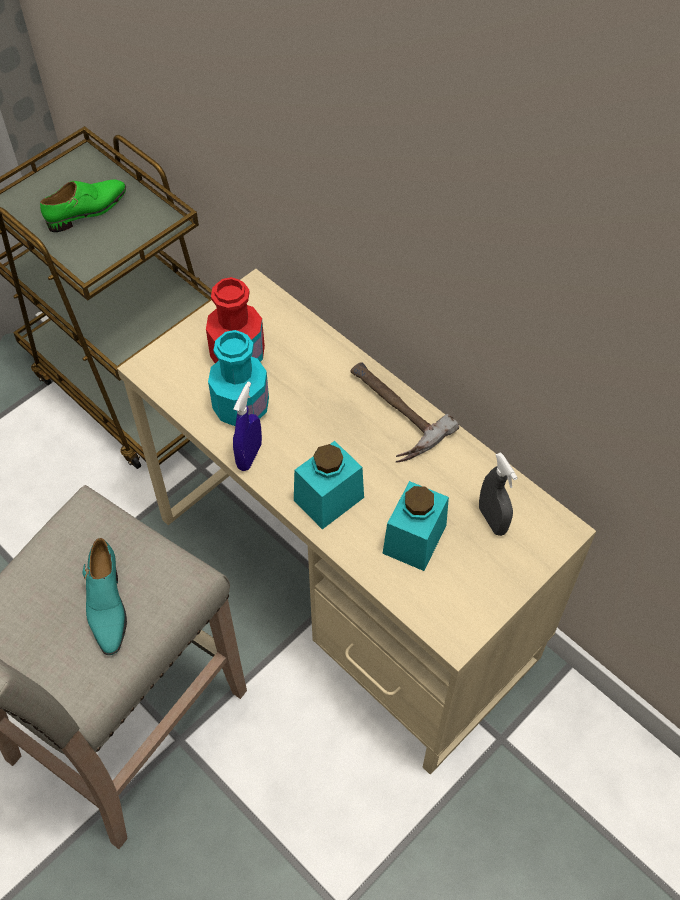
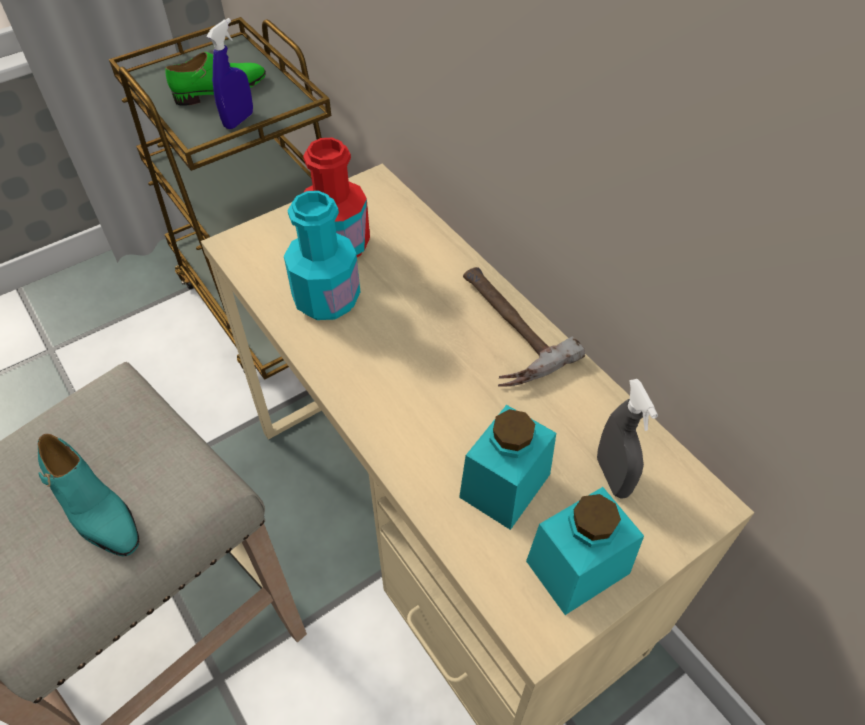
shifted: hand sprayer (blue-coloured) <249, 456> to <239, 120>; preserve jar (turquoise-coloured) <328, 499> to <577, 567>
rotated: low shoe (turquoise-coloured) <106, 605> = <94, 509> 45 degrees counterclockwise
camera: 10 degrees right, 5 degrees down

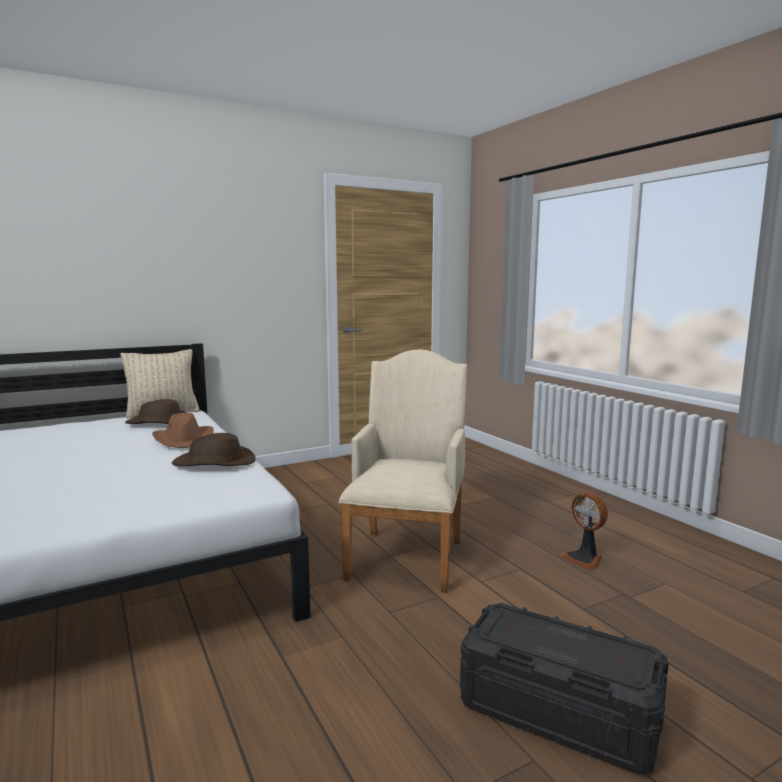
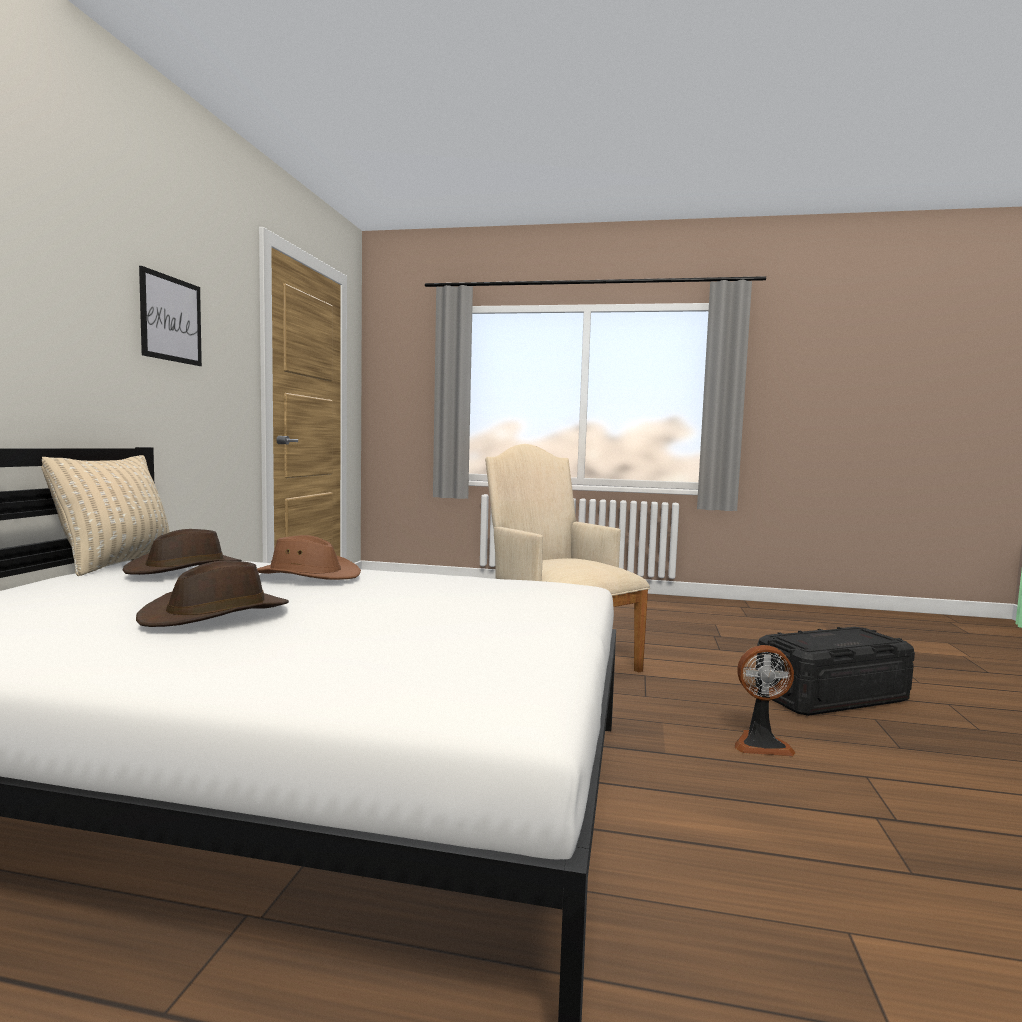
new: wall art <171, 319>
shifted: wearable hat (brown) <215, 463> to <217, 614>; electric fan <584, 559> to <760, 744>
camera: 50 degrees left, 5 degrees down

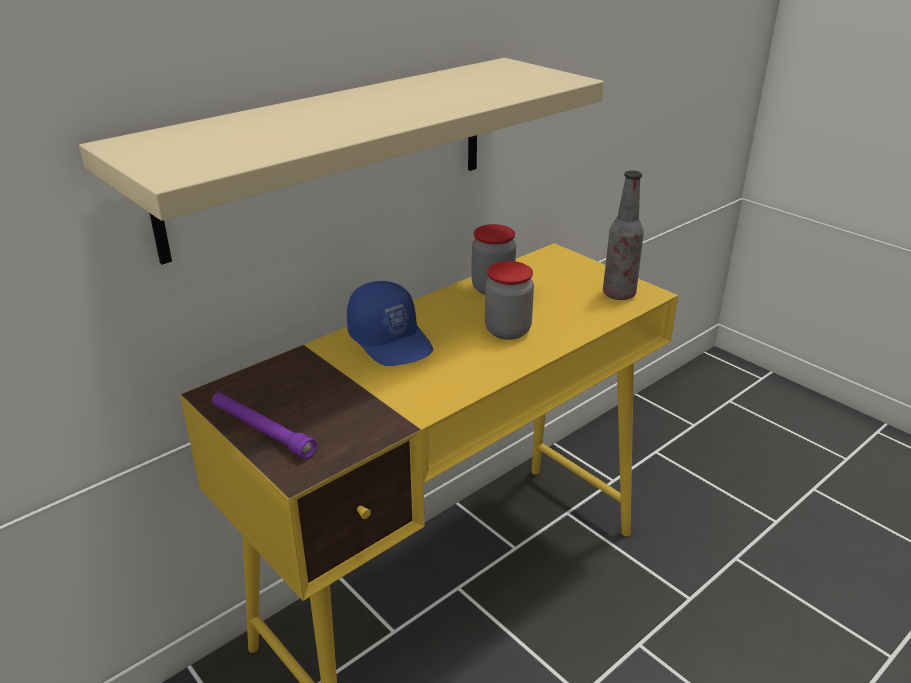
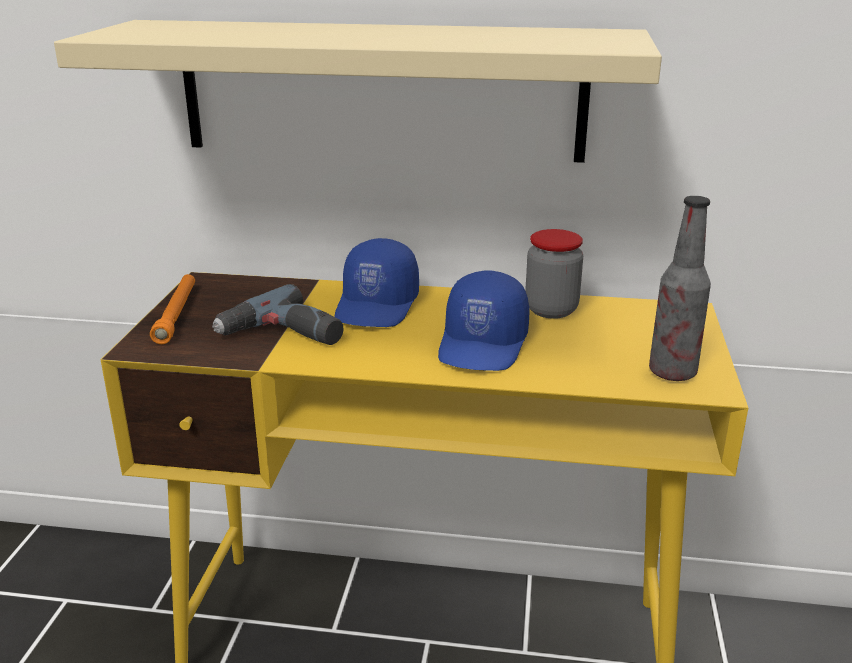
new: drill <282, 336>
swapped: preserve jar <507, 330> to cap (blue-coloured) <484, 345>
repainted: torch (purple-coloured) <262, 431> to torch (orangey) <176, 314>
camera: 50 degrees right, 5 degrees down

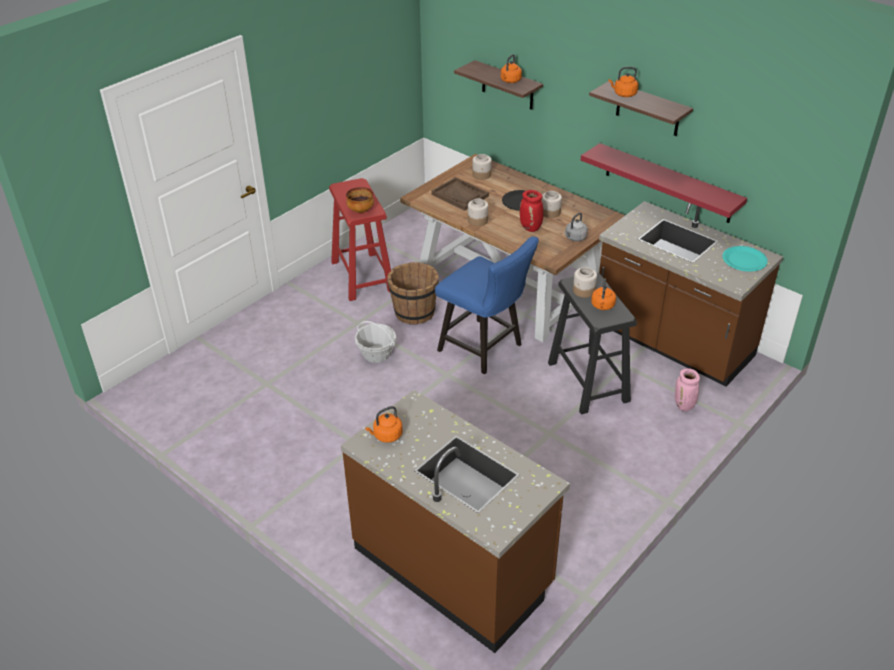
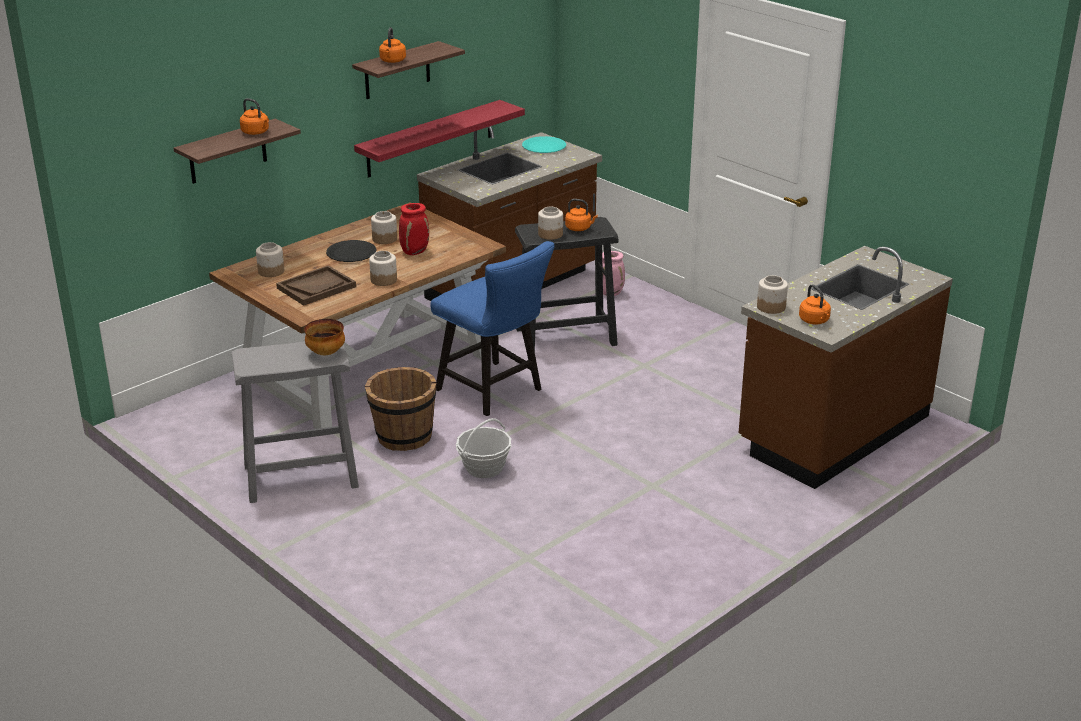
gone: kettle (greyish) <575, 238>
new: preserve jar <771, 307>
repainted: stool (red-coloured) <362, 276> to stool (greyish) <300, 476>
rotated: plain chair (blue-coloured) <485, 349> = <495, 392> 90 degrees clockwise
camera: 85 degrees left, 10 degrees down

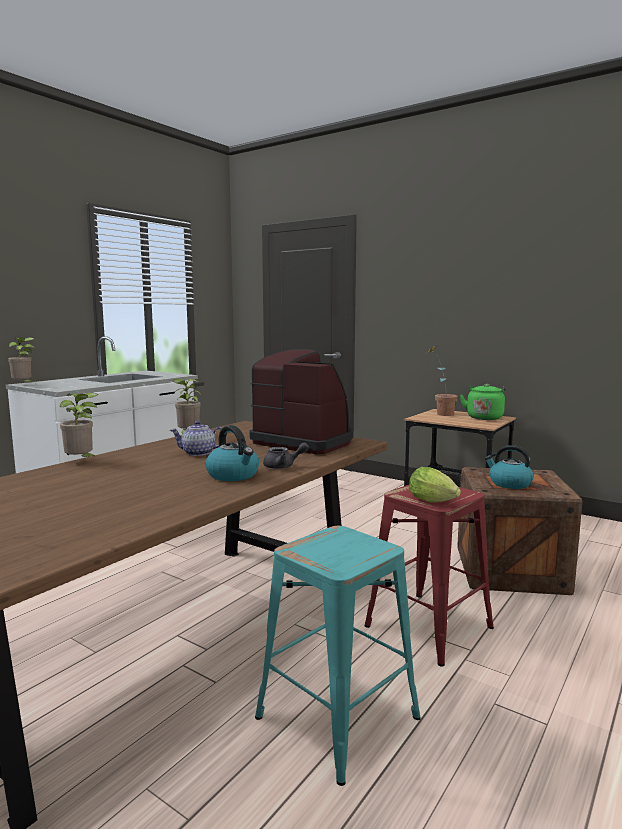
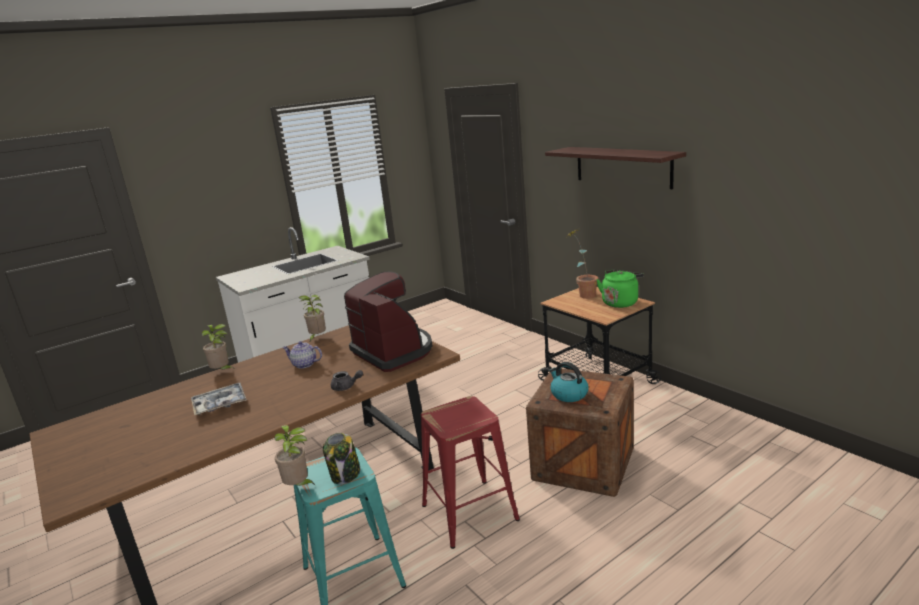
gone: kettle <233, 475>; lettuce <434, 502>
new: tray <220, 404>; preserve jar <345, 475>; shelf <622, 166>
shifted: potted plant <23, 385> to <299, 486>
camera: 20 degrees right, 10 degrees up

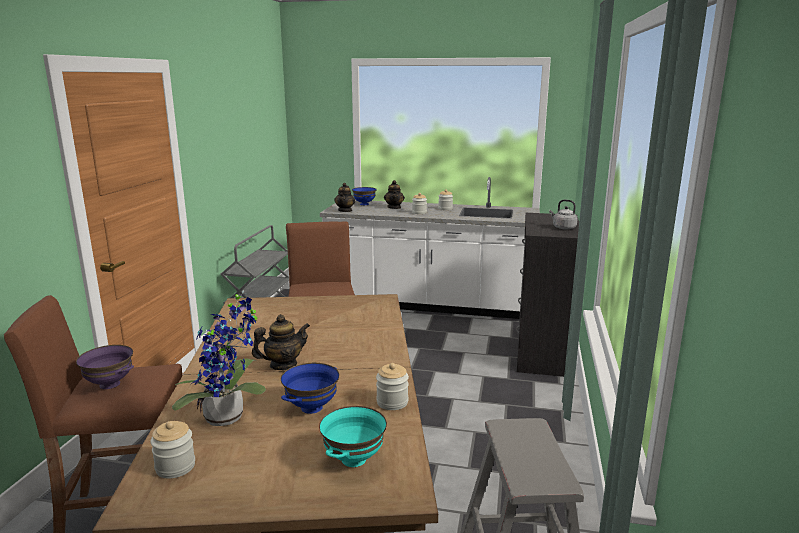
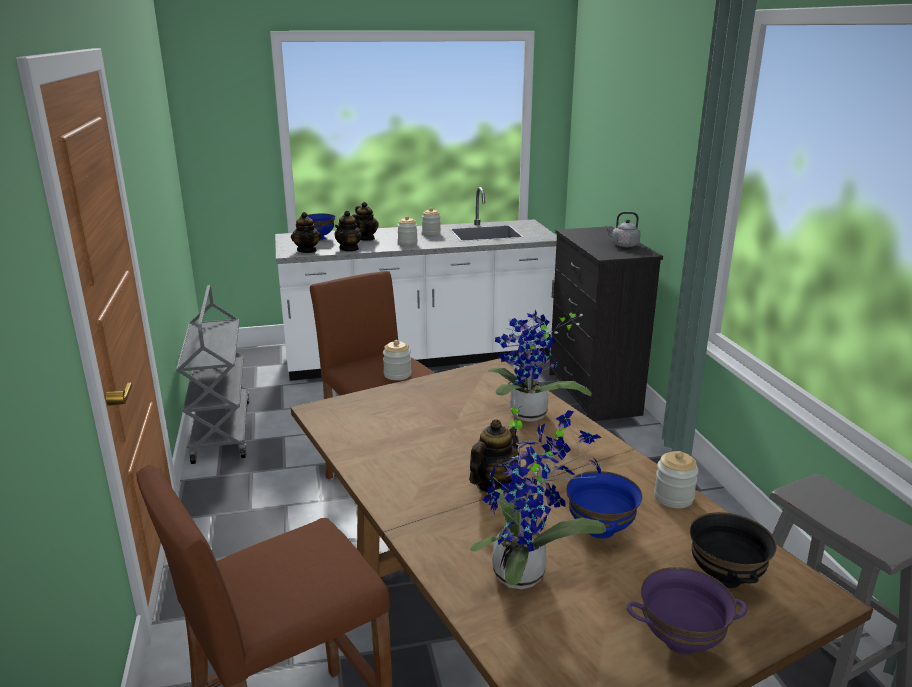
new: tea pot <349, 249>; potted plant <528, 417>
shifted: bowl (purple-coloured) <110, 384> to <681, 641>; preserve jar <175, 467> to <397, 375>
repainted: bowl (turquoise-coloured) <353, 459> to bowl (blackish) <724, 577>
camera: 25 degrees left, 5 degrees up

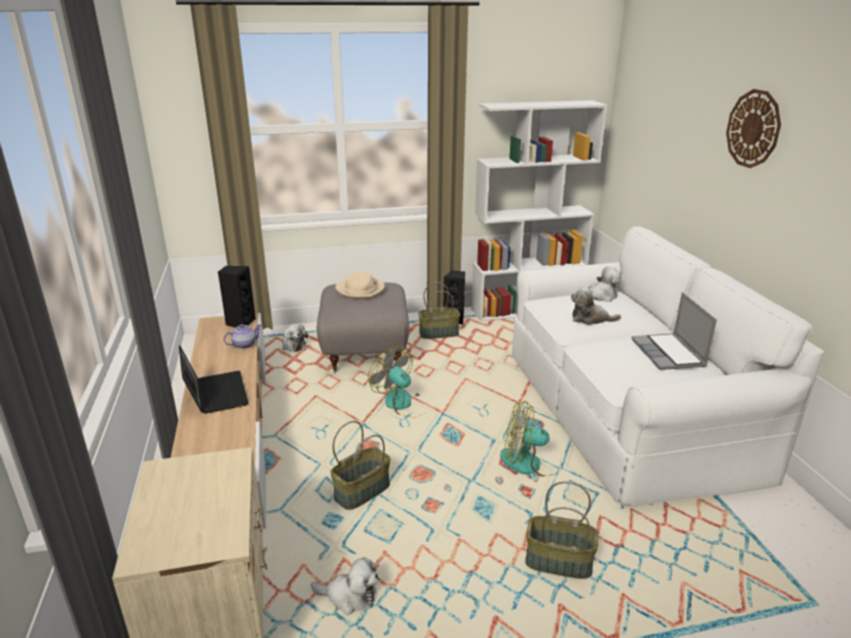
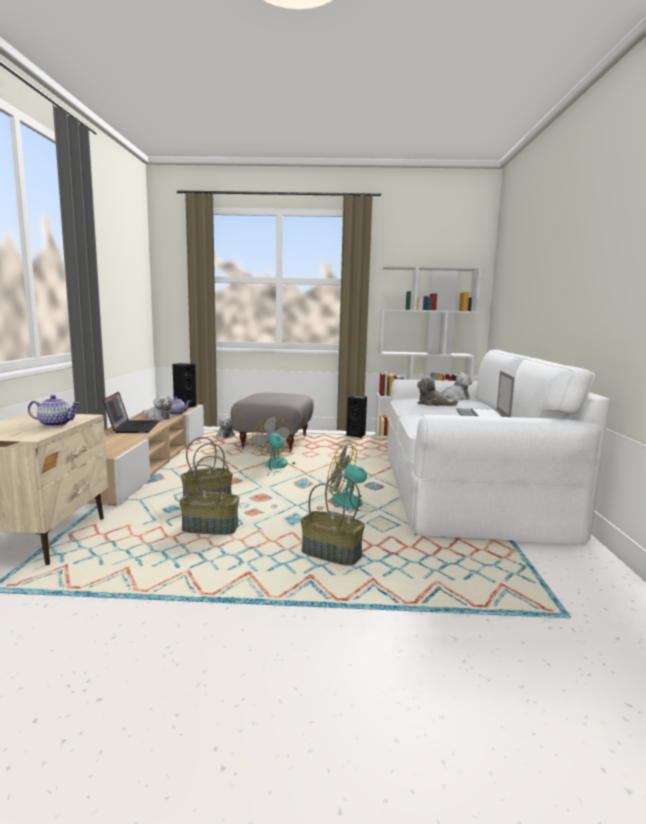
gone: wearable hat (sand-coloured) <360, 290>; clock on the wall <753, 129>
new: tea pot <55, 424>
shifted: cuddly toy <349, 597> to <158, 418>; household basket <439, 333> to <211, 528>
camera: 15 degrees right, 15 degrees down

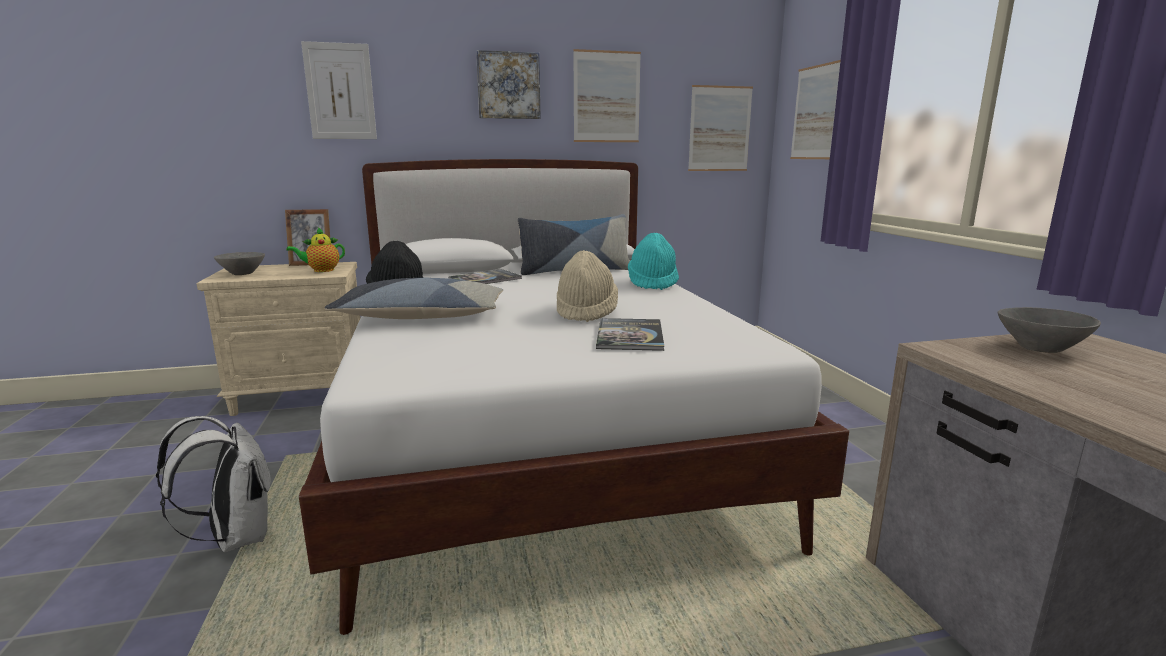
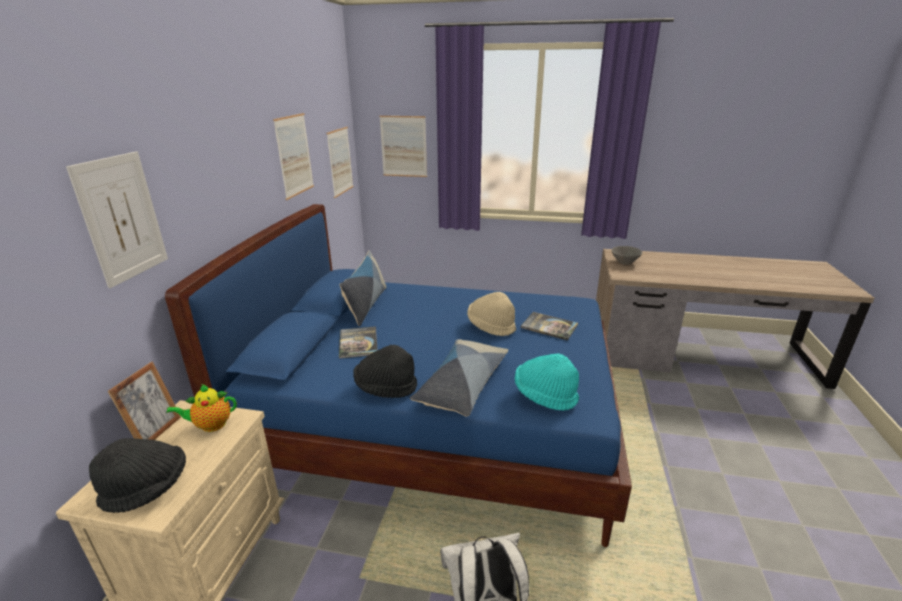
gone: wall art <508, 85>
shifted: wearable hat (turquoise-coloured) <652, 283> to <545, 396>
swapped: bowl (greyish) <243, 273> to wearable hat (blackish) <147, 489>
repainted: sleeping bed (white) <542, 440> to sleeping bed (blue-coloured) <436, 422>
rotated: tea pot <321, 270> = <211, 425> 75 degrees clockwise
camera: 65 degrees left, 10 degrees up

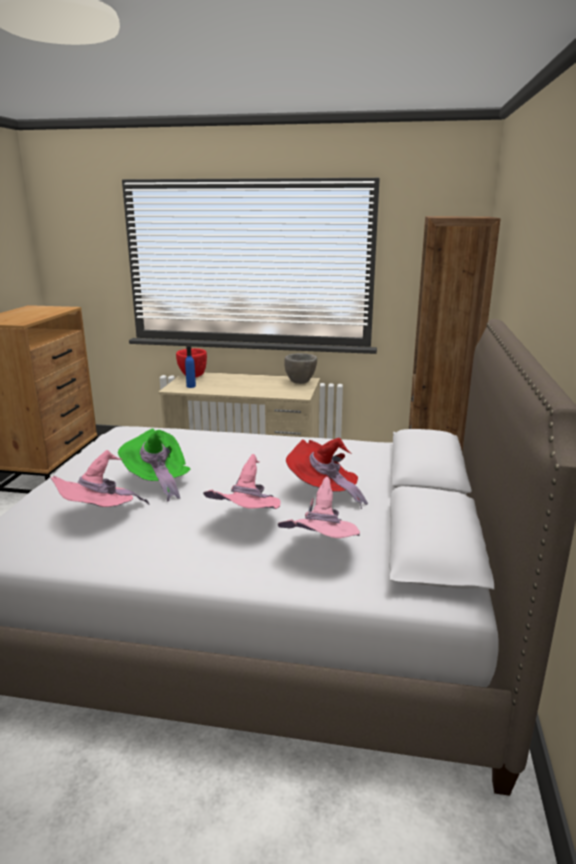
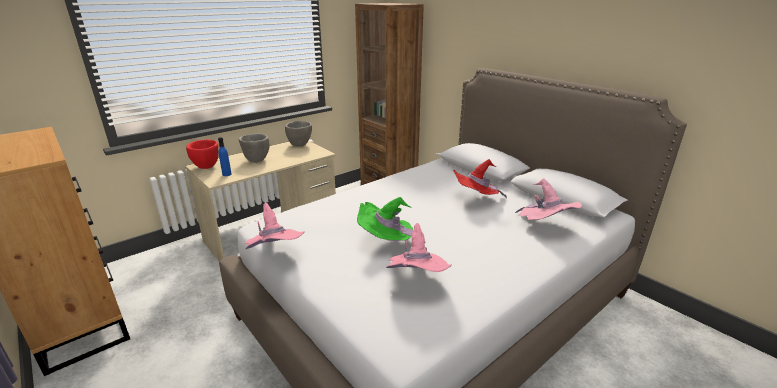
new: bowl (greyish) <256, 160>
shifted: wearable hat (pinkish) <247, 524> to <275, 255>
camera: 50 degrees left, 5 degrees up

